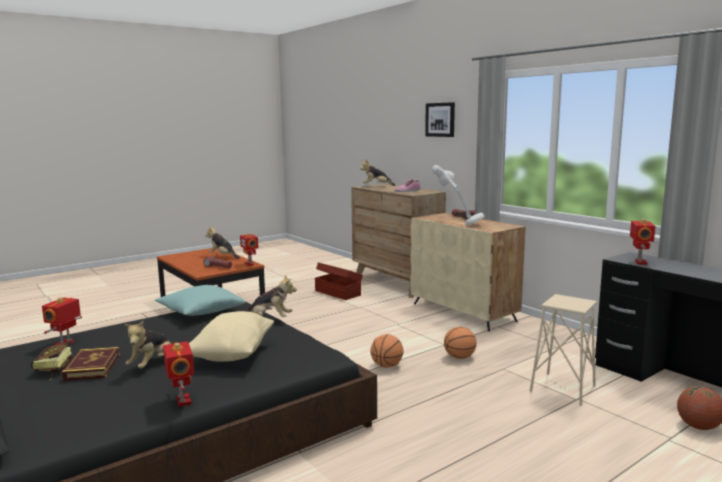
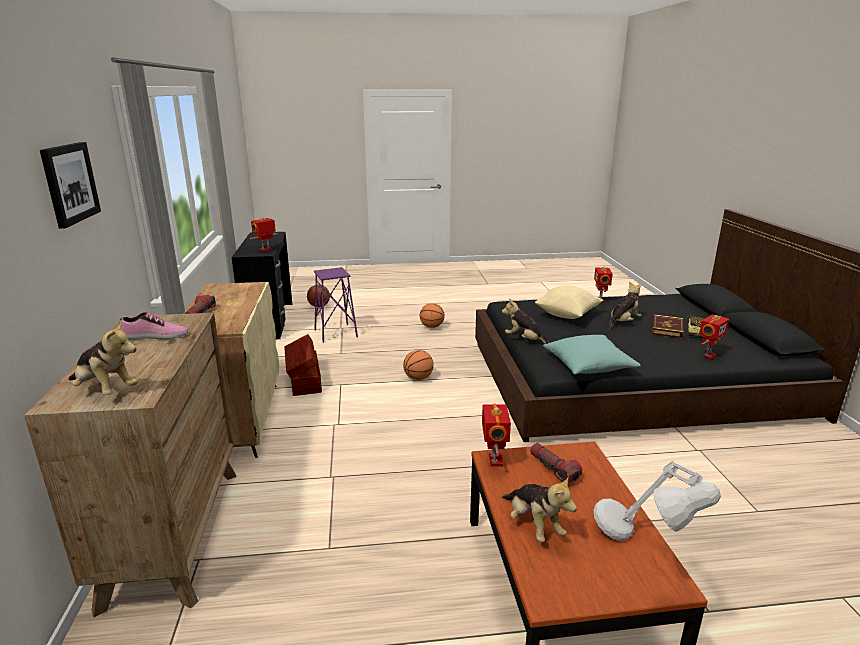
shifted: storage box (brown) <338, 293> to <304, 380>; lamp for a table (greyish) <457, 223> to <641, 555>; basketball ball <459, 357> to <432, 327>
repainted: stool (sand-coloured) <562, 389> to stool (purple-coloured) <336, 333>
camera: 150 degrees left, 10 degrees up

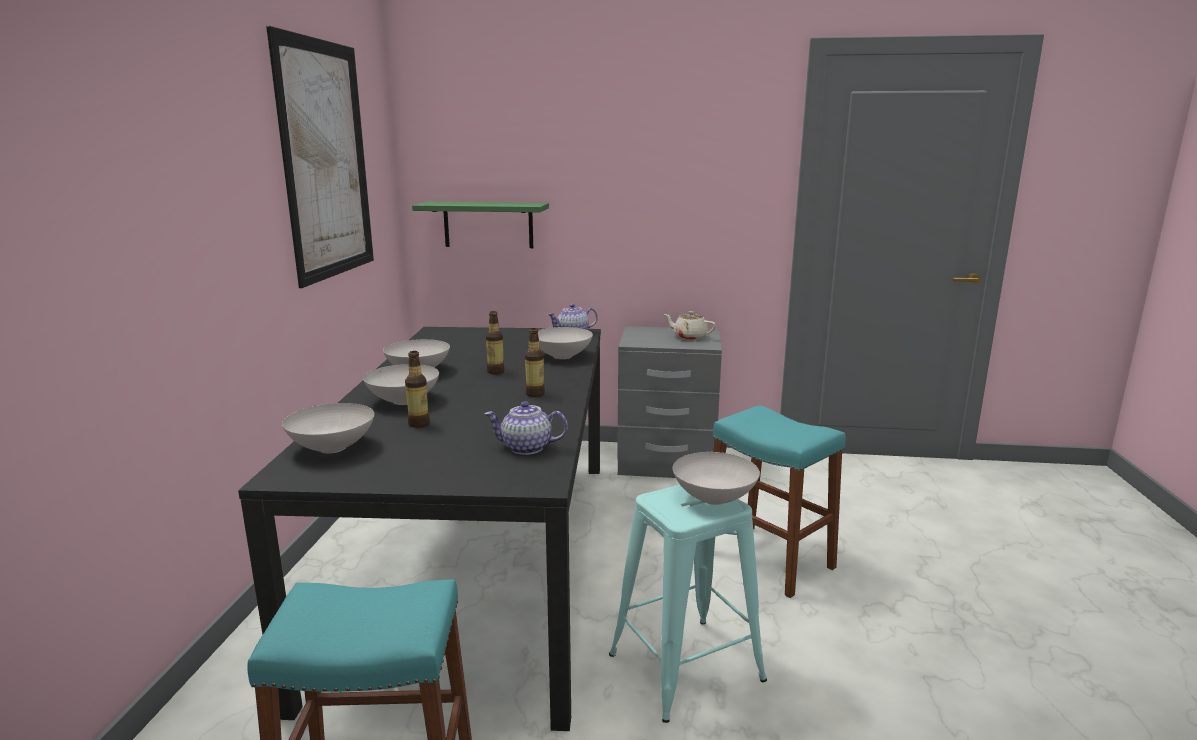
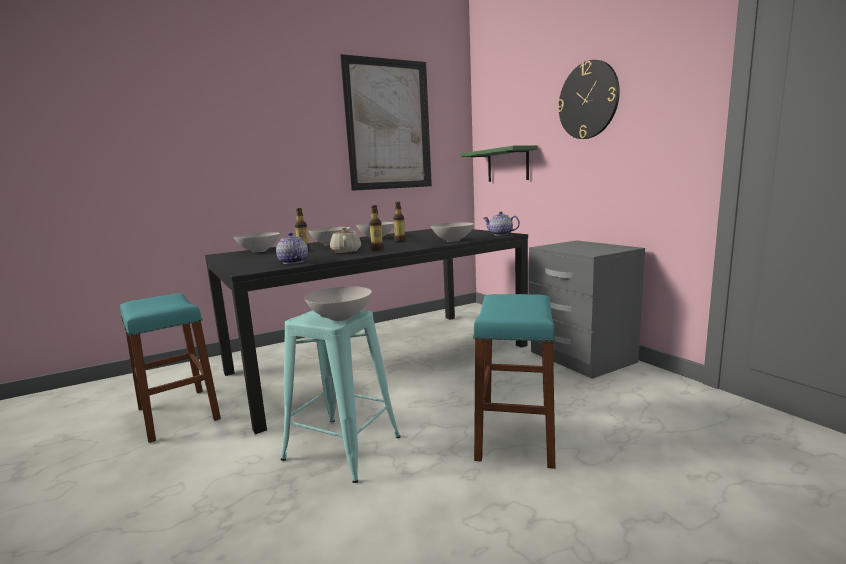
new: clock on the wall <588, 100>
shifted: tea pot (sand-coloured) <689, 337> to <346, 251>
camera: 55 degrees right, 5 degrees down

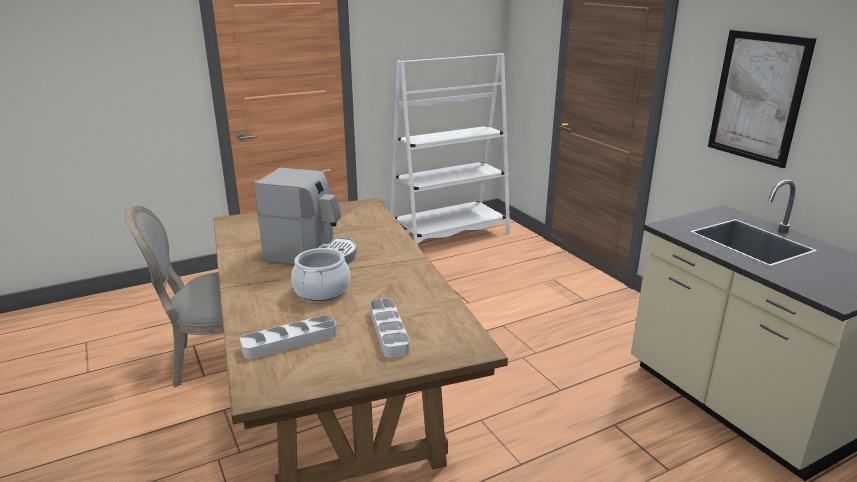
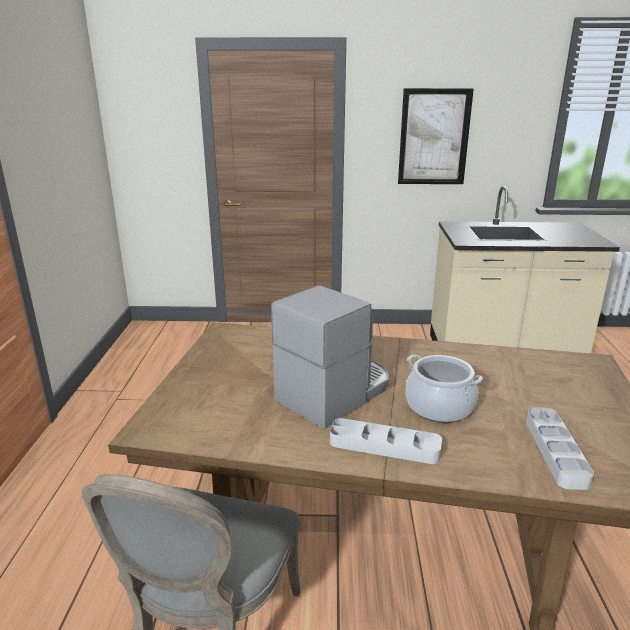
gone: shelving unit (white) <450, 235>
shifted: tray (greyish) <388, 331> to <384, 446>
camera: 60 degrees left, 0 degrees up

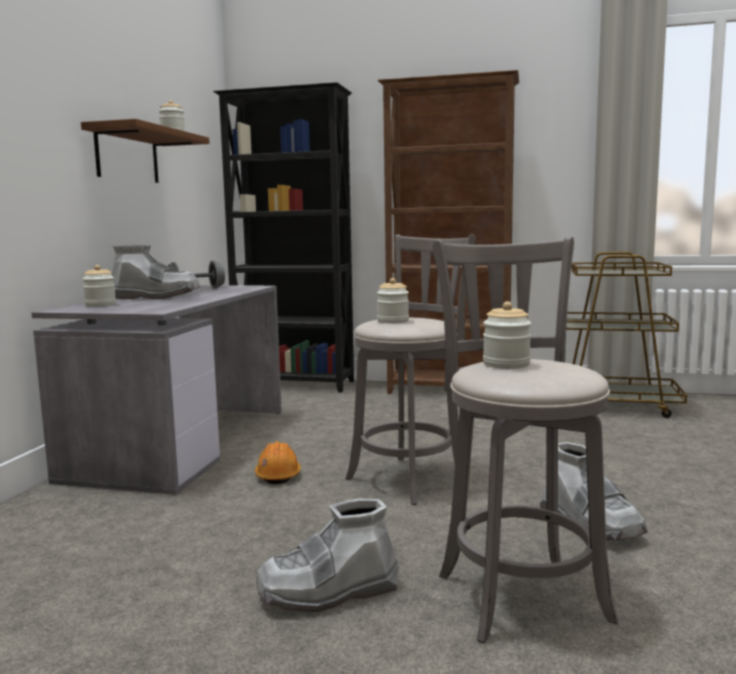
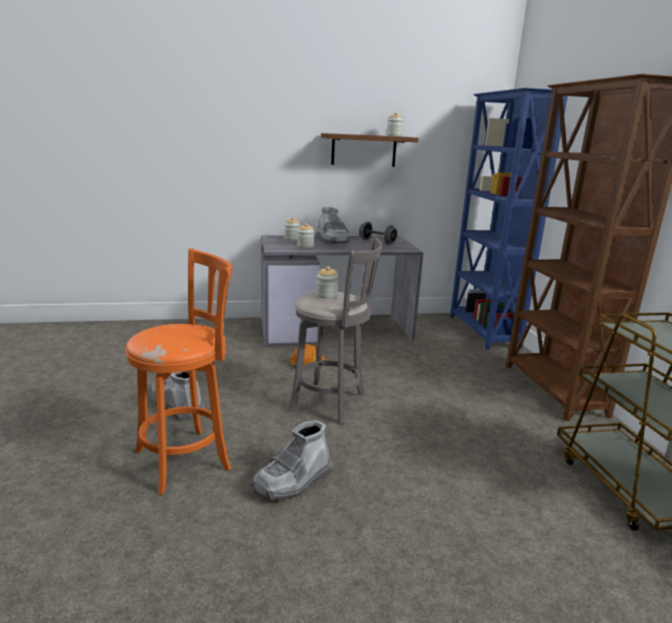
shifted: preserve jar <506, 364> to <305, 246>
repainted: shelving unit (blackish) <295, 385> to shelving unit (blue-coloured) <482, 332>; stool (greyish) <519, 592> to stool (orangey) <188, 458>
camera: 65 degrees right, 10 degrees up

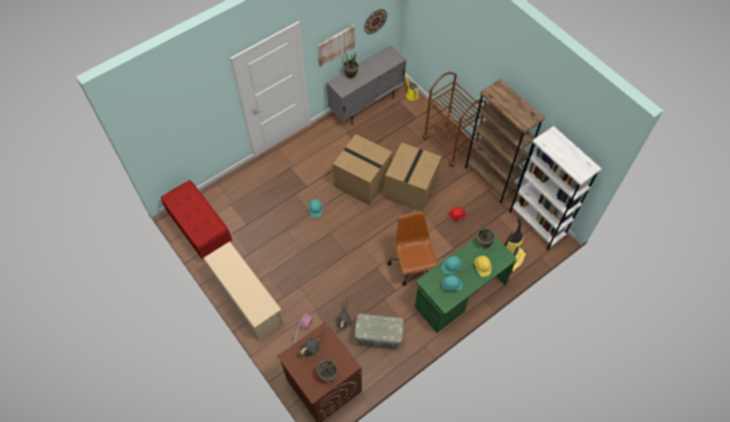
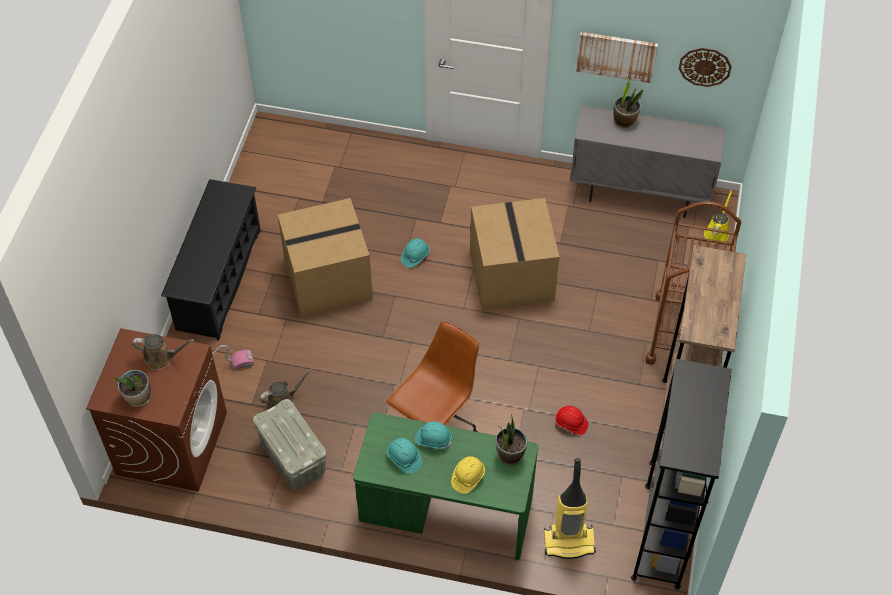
gone: bench (red-coloured) <200, 229>
shifted: cardboard box <411, 189> to <327, 280>
repainted: shoe shelf (sand-coloured) <247, 300> to shoe shelf (blackish) <218, 279>; shelving unit (white) <536, 223> to shelving unit (blackish) <662, 535>
camera: 50 degrees right, 5 degrees down

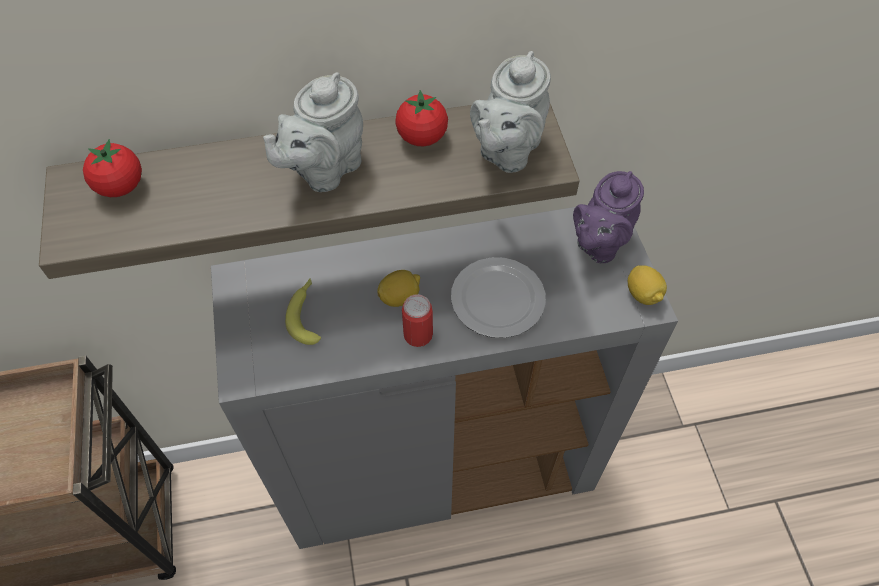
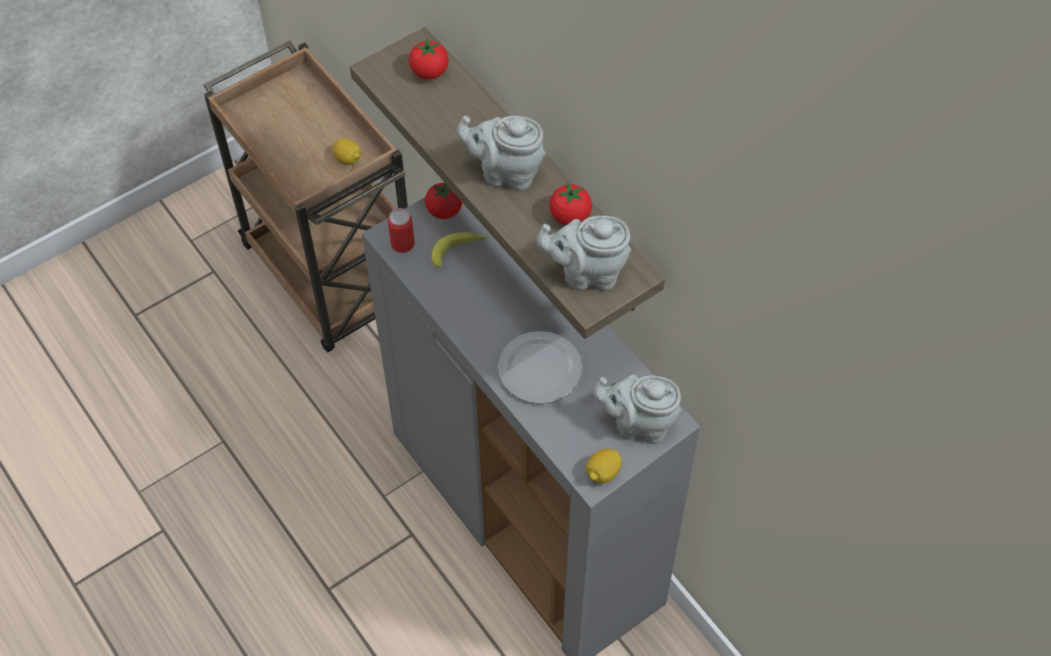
new: whole tomato <444, 211>
shifted: whole lemon <400, 297> to <348, 159>; can <418, 334> to <402, 243>
repainted: tea pot (purple-coloured) <599, 243> to tea pot (greyish) <638, 424>
camera: 65 degrees right, 0 degrees up

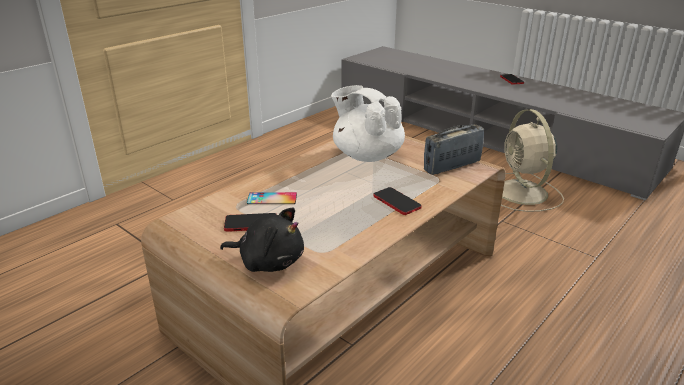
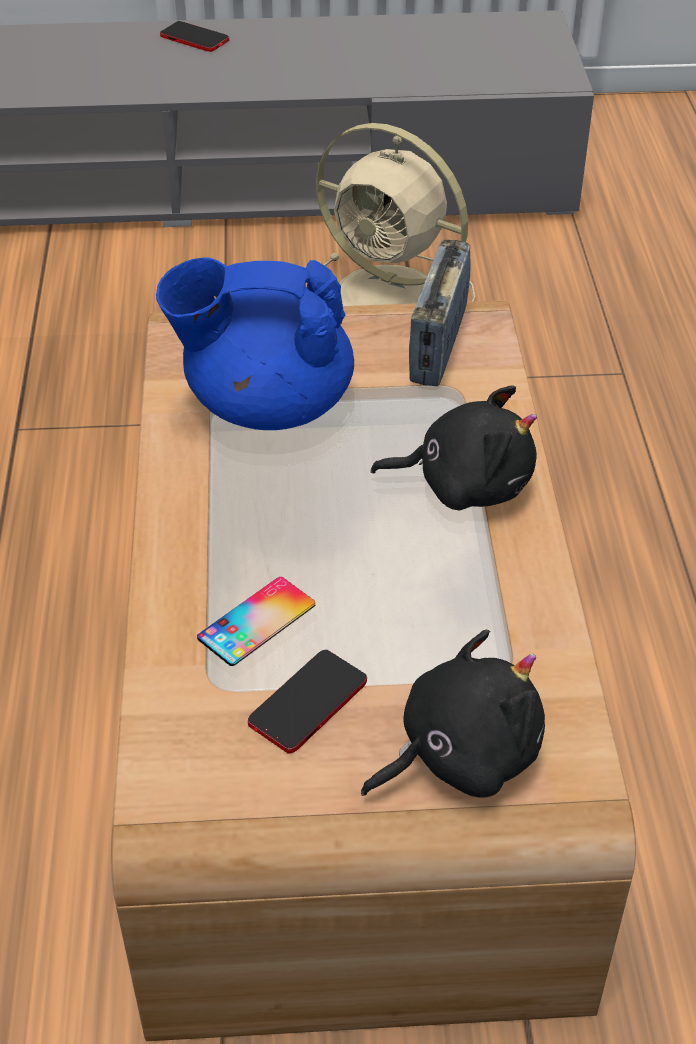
swapped: telephone <397, 202> to cuddly toy (blackish) <465, 484>
repainted: tea pot (white) <367, 155> to tea pot (blue-coloured) <266, 404>
camera: 45 degrees left, 15 degrees up

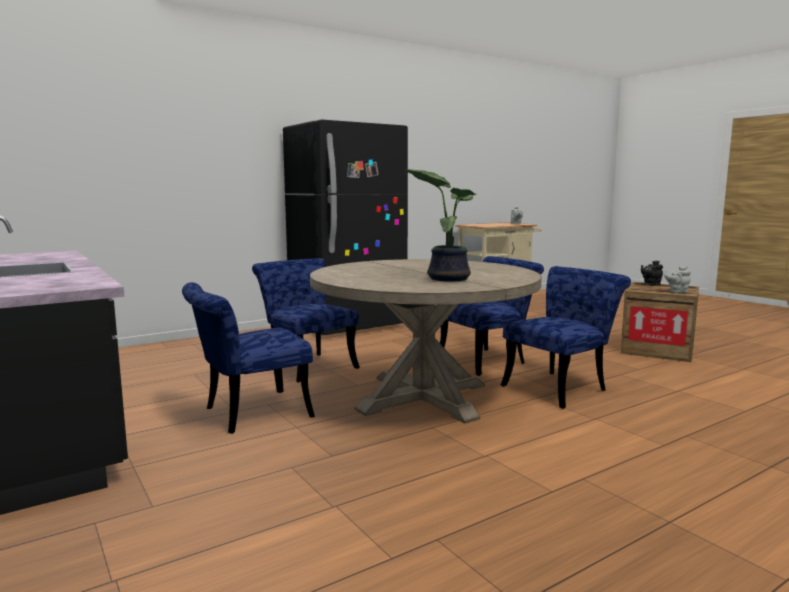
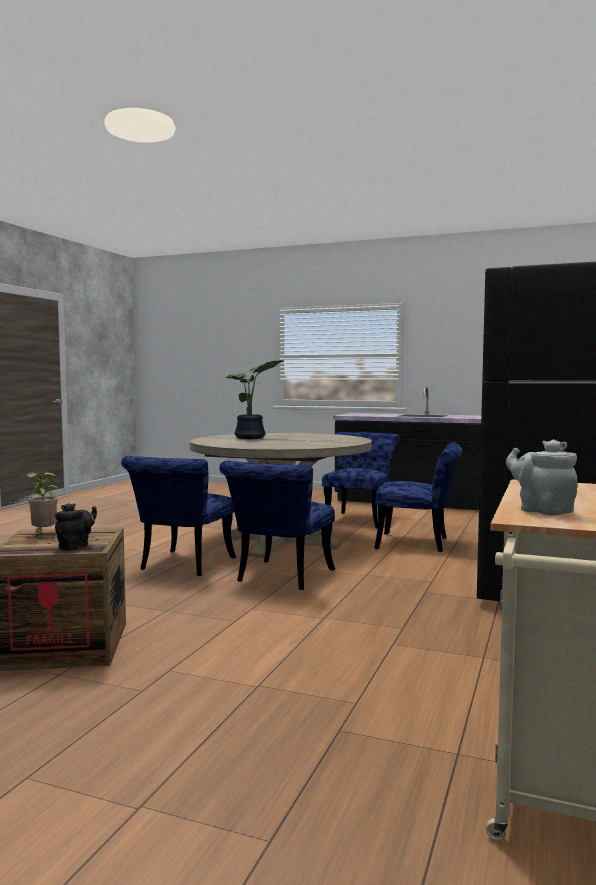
swapped: tea pot (greyish) <676, 292> to potted plant <43, 534>
camera: 145 degrees right, 5 degrees down

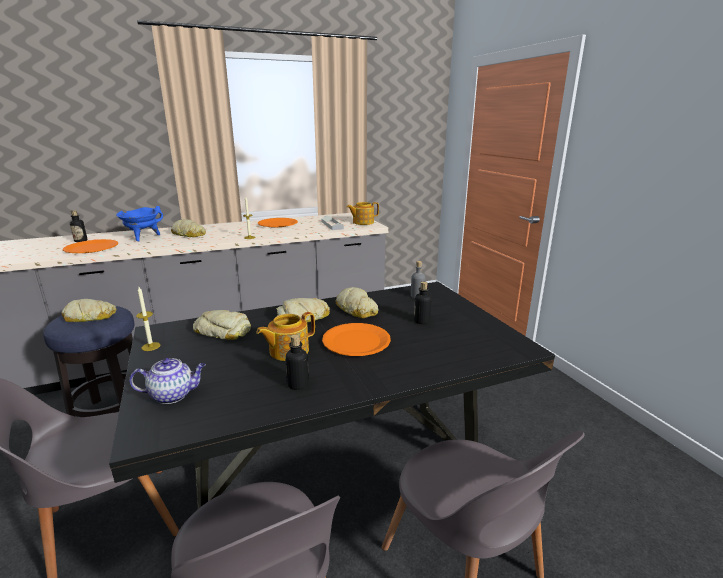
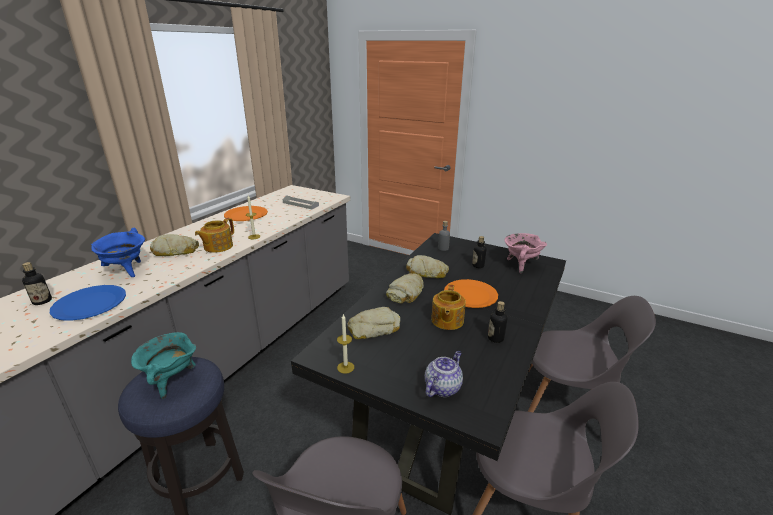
new: saucepot (pinkish) <520, 265>
shifted: tea pot <362, 222> to <217, 247>
swapped: baked bread <89, 316> to saucepot (turquoise-coloured) <172, 381>
repainted: plate (orangey) <91, 248> to plate (blue-coloured) <90, 304>
camera: 40 degrees left, 5 degrees up

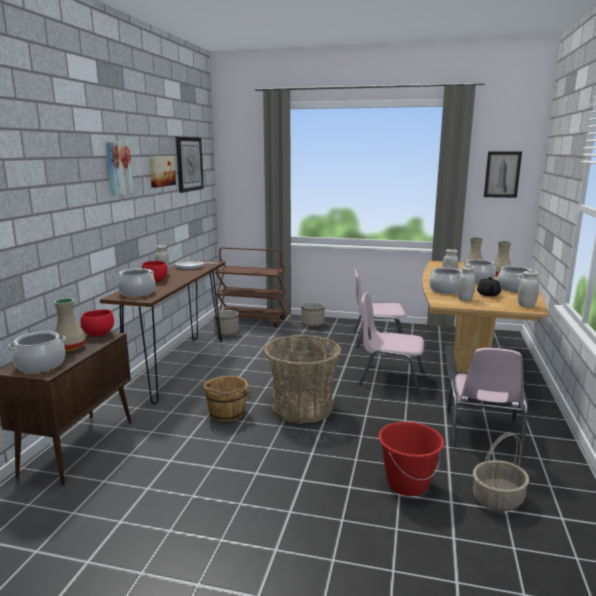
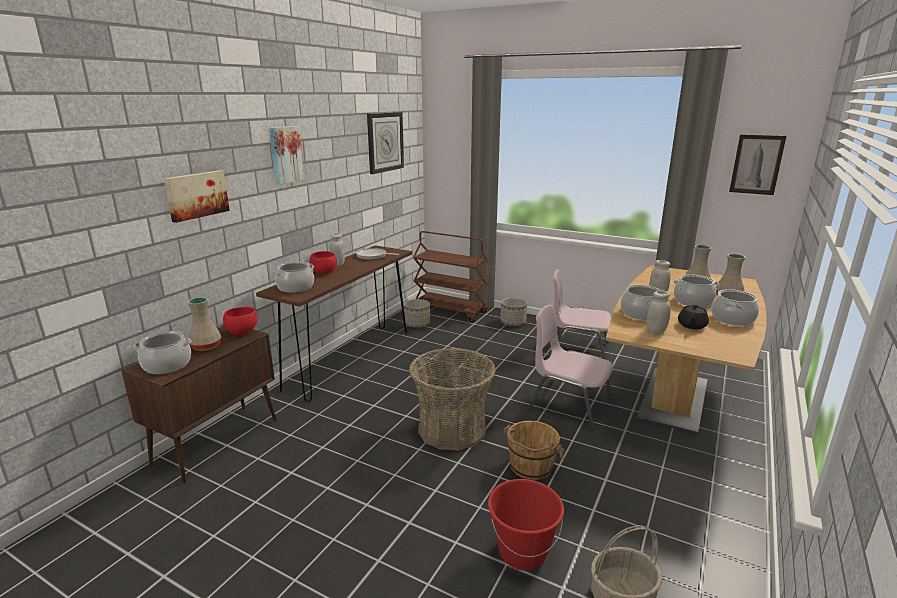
gone: plain chair (pinkish) <482, 433>; preserve jar (white) <526, 305>
shifted: wall art <161, 171> to <196, 195>; pail (brown) <226, 413> to <530, 467>
camera: 15 degrees right, 5 degrees up

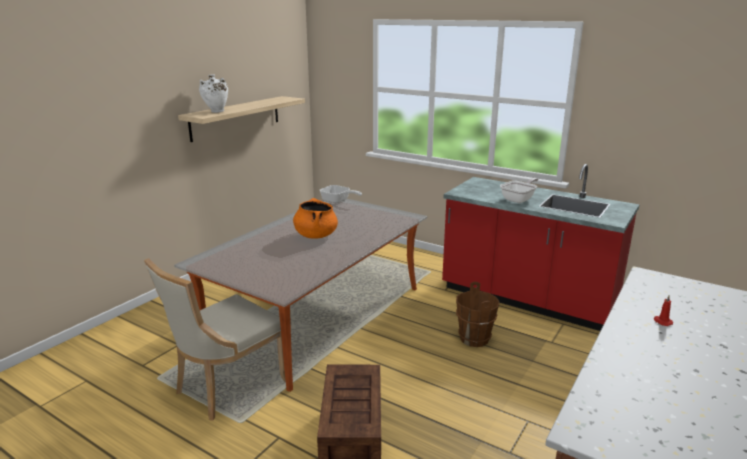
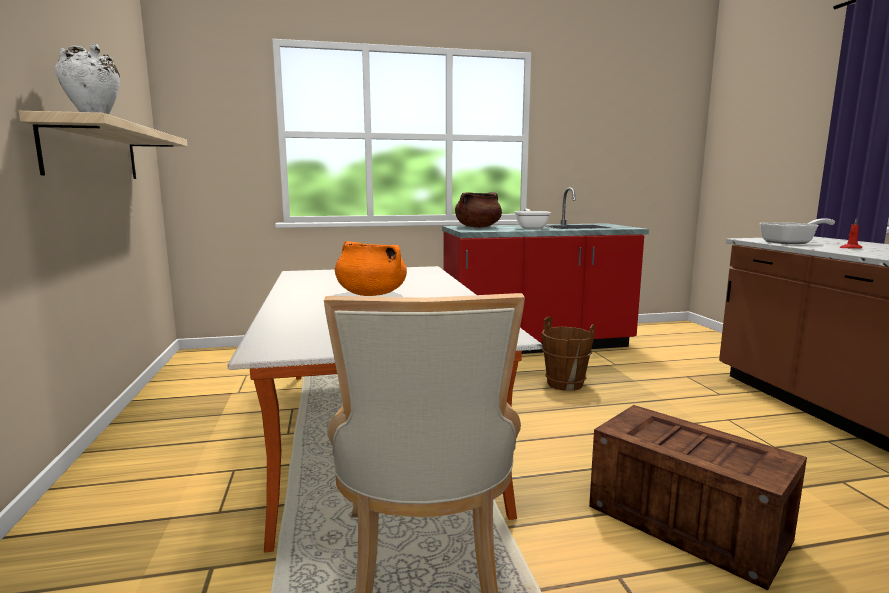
new: saucepot (brown) <478, 227>
shifted: pan <338, 201> to <792, 243>
camera: 45 degrees left, 10 degrees down

